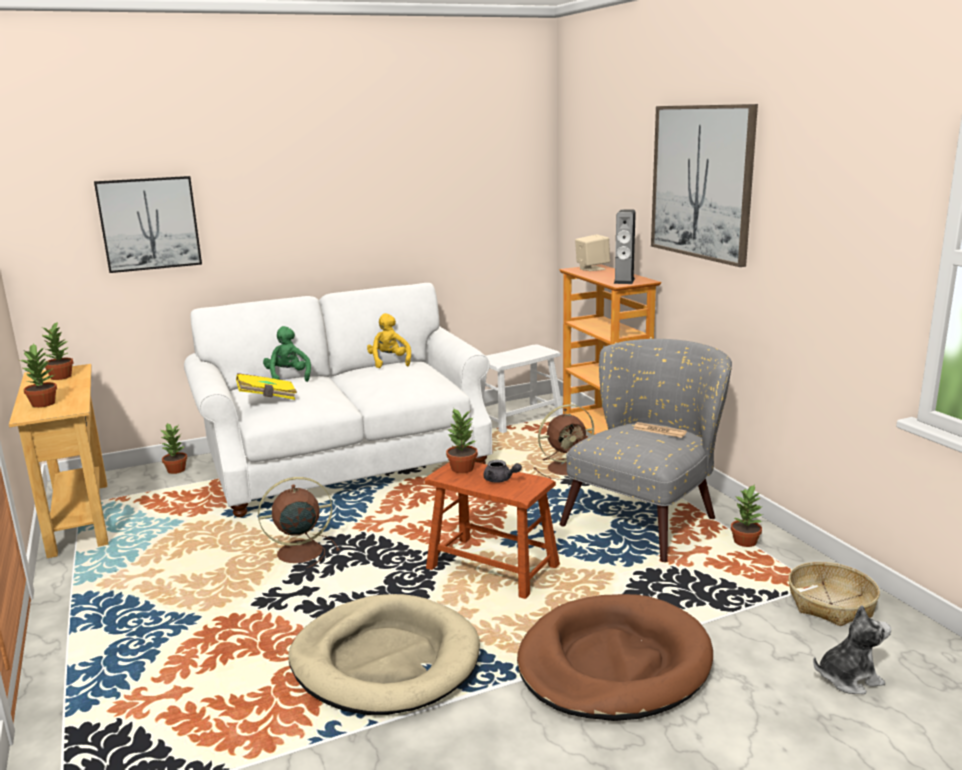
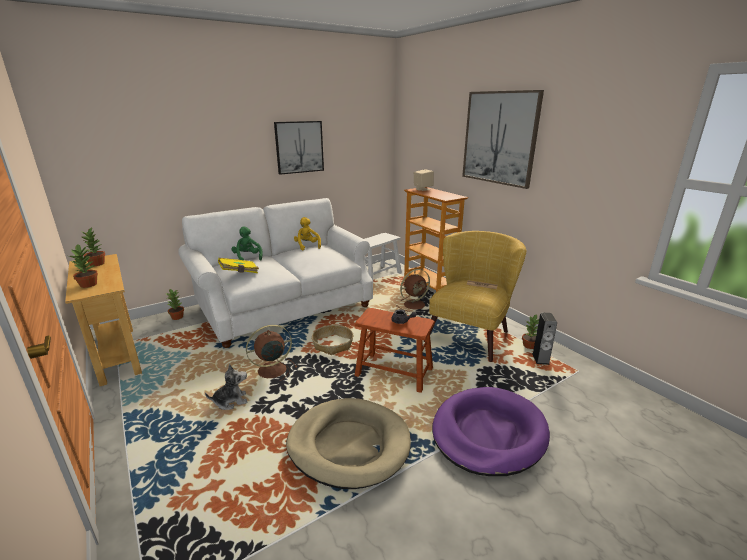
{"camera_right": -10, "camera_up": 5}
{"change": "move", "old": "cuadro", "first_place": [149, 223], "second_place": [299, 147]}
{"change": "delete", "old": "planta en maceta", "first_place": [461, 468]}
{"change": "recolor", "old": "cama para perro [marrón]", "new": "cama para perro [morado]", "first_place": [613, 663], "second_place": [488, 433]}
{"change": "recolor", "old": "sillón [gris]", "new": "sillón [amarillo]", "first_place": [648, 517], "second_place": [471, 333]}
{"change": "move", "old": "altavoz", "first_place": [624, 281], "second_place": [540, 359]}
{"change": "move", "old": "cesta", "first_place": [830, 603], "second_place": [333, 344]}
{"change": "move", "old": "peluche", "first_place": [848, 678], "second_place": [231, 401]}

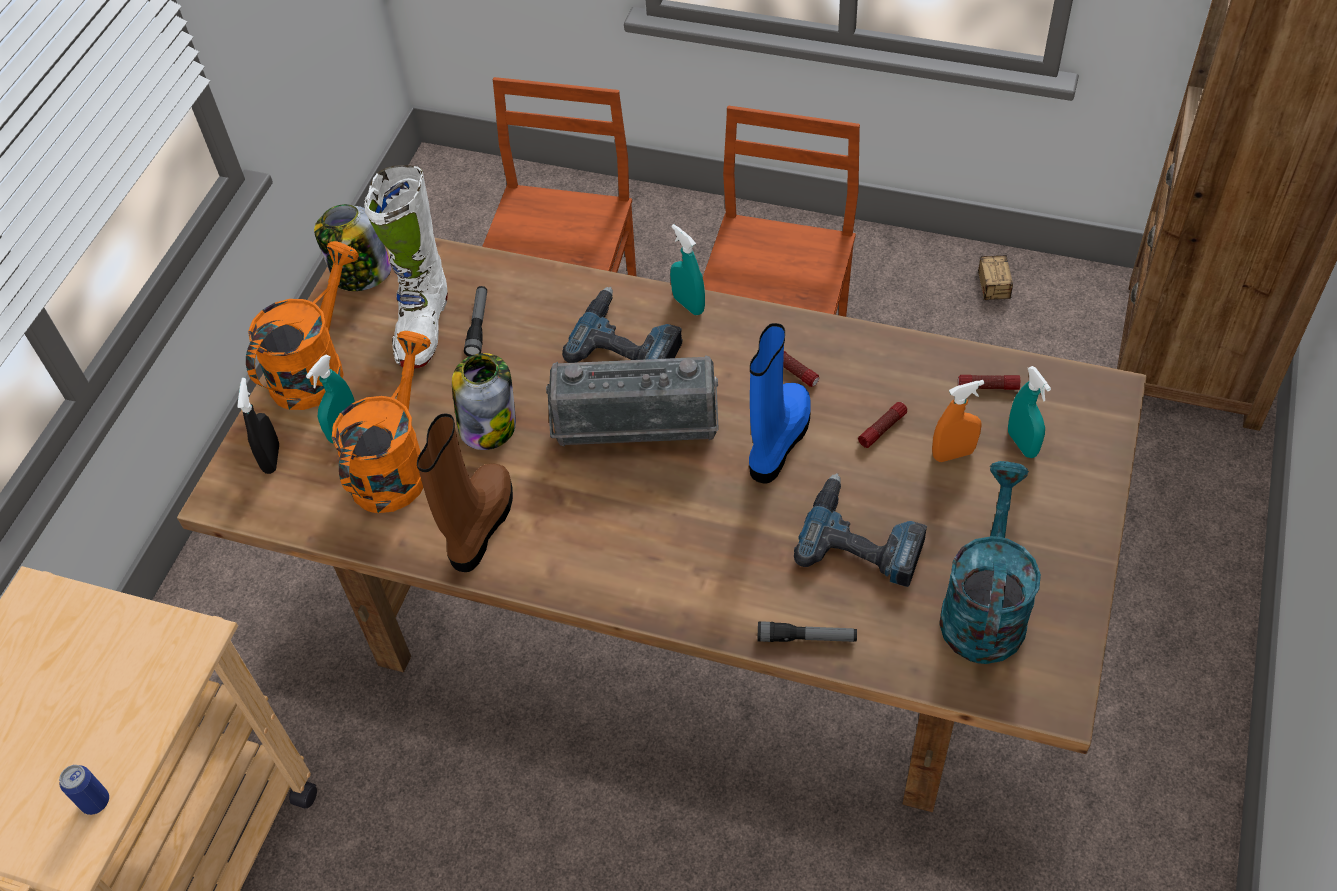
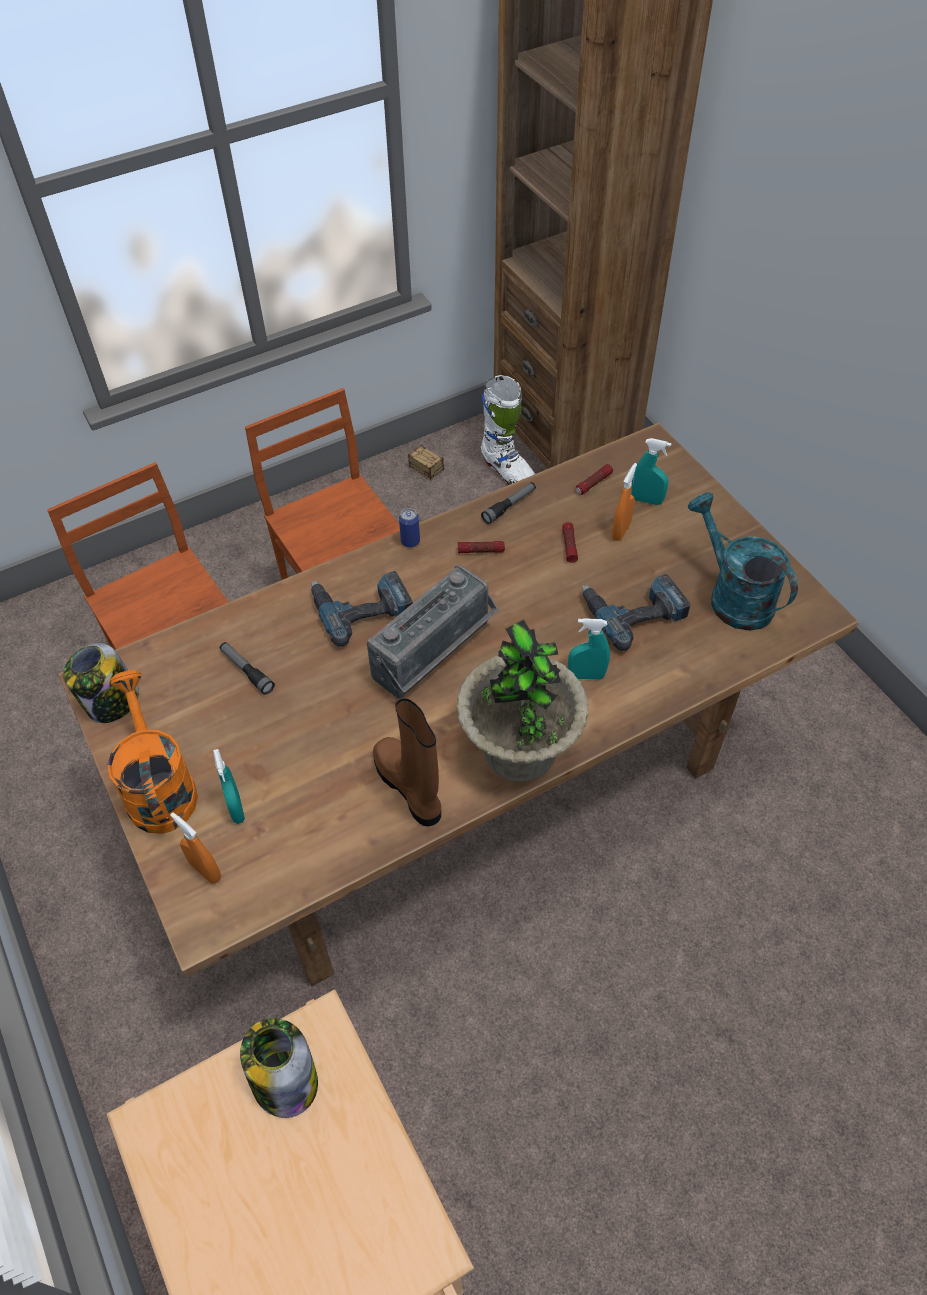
{"camera_right": -50, "camera_up": 0}
{"change": "move", "old": "lata", "first_place": [95, 802], "second_place": [410, 541]}
{"change": "recolor", "old": "pulverizador [negro]", "new": "pulverizador [naranja]", "first_place": [271, 458], "second_place": [205, 870]}
{"change": "delete", "old": "regadera [naranja]", "first_place": [395, 464]}
{"change": "move", "old": "bota [blanco]", "first_place": [423, 326], "second_place": [508, 472]}
{"change": "move", "old": "tarro", "first_place": [488, 425], "second_place": [284, 1080]}
{"change": "move", "old": "pulverizador [turquesa]", "first_place": [688, 305], "second_place": [586, 675]}
{"change": "delete", "old": "bota [azul]", "first_place": [777, 441]}
{"change": "move", "old": "linterna", "first_place": [806, 638], "second_place": [509, 506]}
{"change": "insert", "new": "planta en maceta", "second_place": [519, 750]}

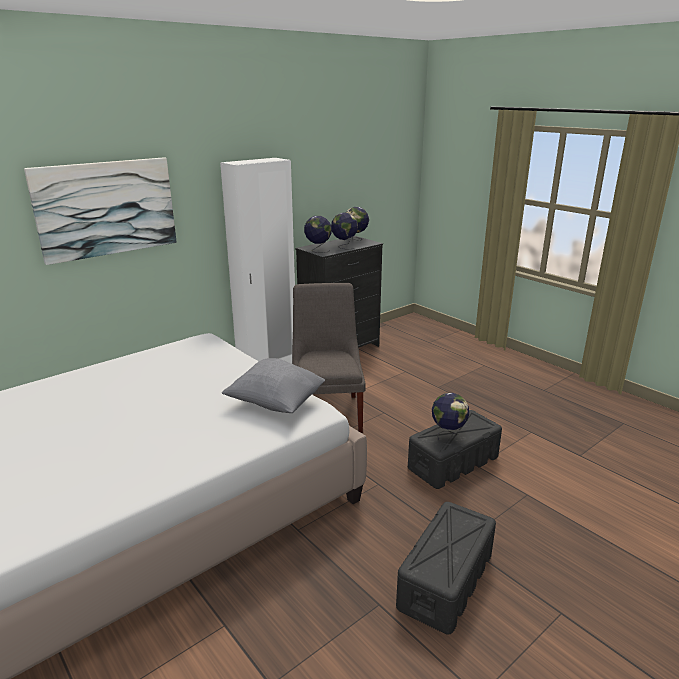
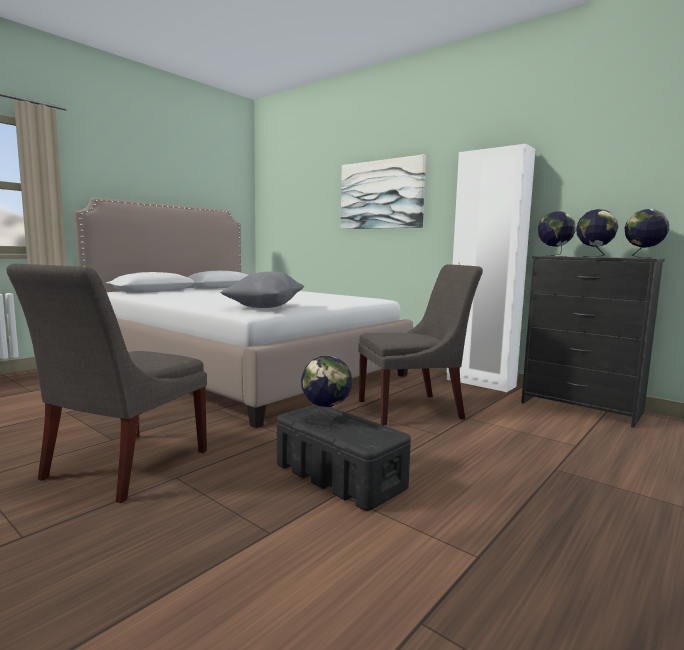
{"camera_right": 80, "camera_up": -15}
{"change": "replace", "old": "caja de almacenaje [negro]", "new": "silla [gris]", "first_place": [445, 581], "second_place": [121, 467]}

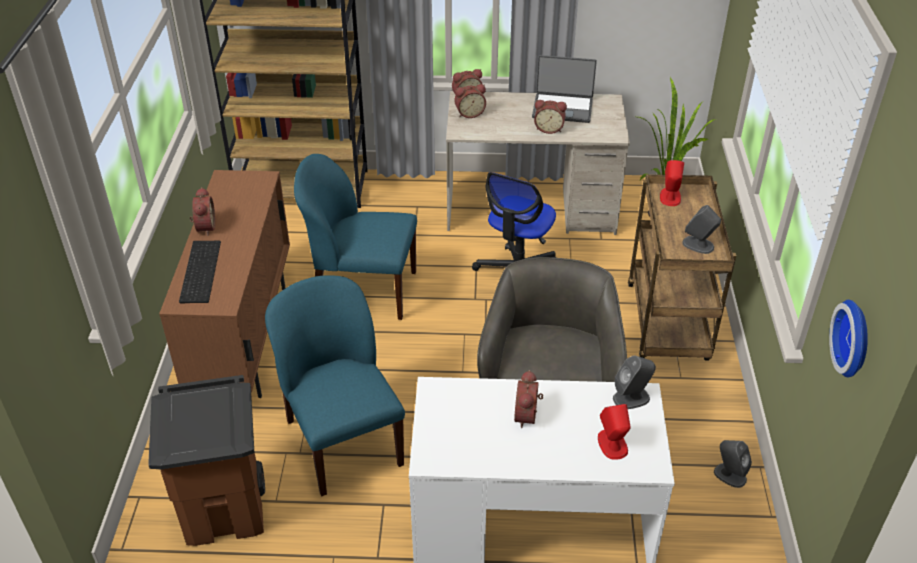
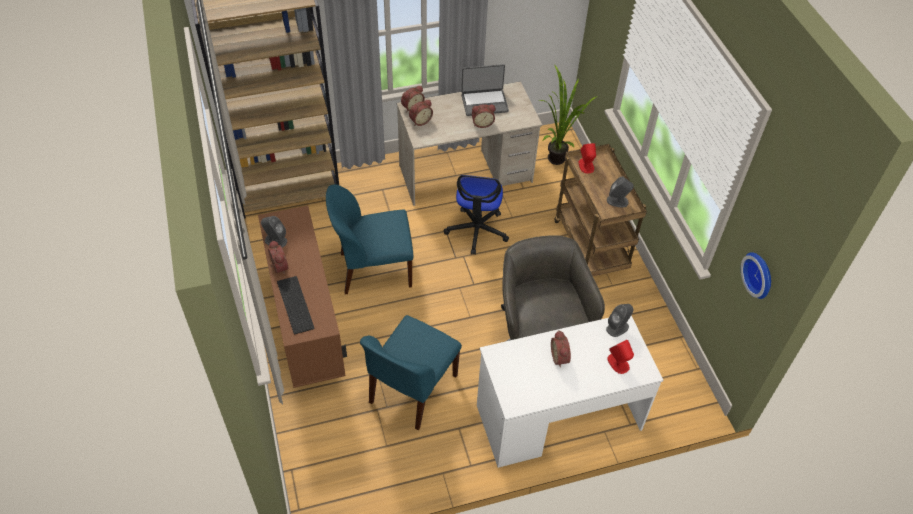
{"camera_right": -20, "camera_up": 10}
{"change": "delete", "old": "papelera [marrón]", "first_place": [226, 510]}
{"change": "rotate", "old": "silla [azul]", "first_place": [342, 441], "second_place": [412, 390], "degrees": -105}
{"change": "move", "old": "altavoz [gris]", "first_place": [729, 475], "second_place": [275, 240]}

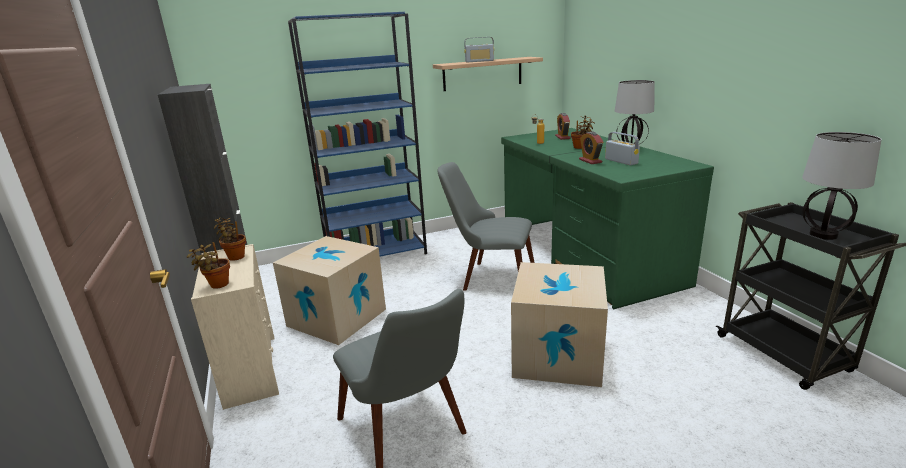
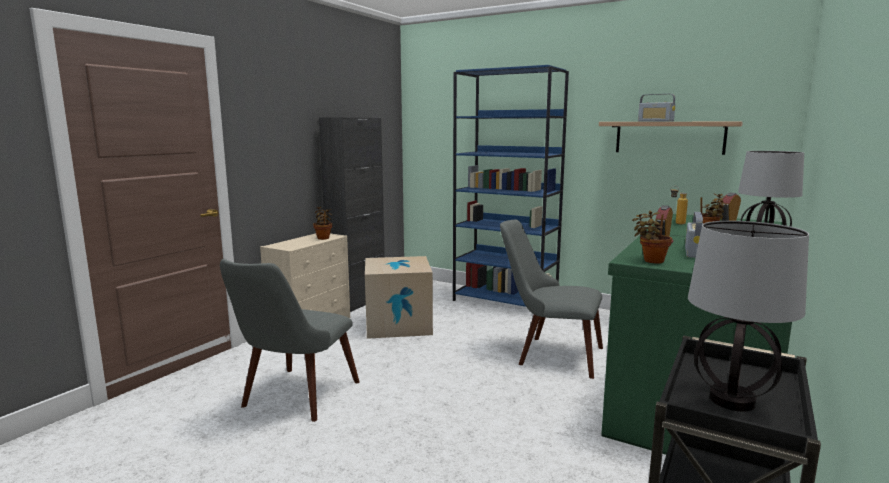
{"camera_right": 50, "camera_up": -10}
{"change": "move", "old": "planta en maceta", "first_place": [217, 285], "second_place": [651, 261]}
{"change": "rotate", "old": "silla [gris]", "first_place": [489, 277], "second_place": [549, 354], "degrees": -45}
{"change": "delete", "old": "caja de cartón", "first_place": [557, 355]}

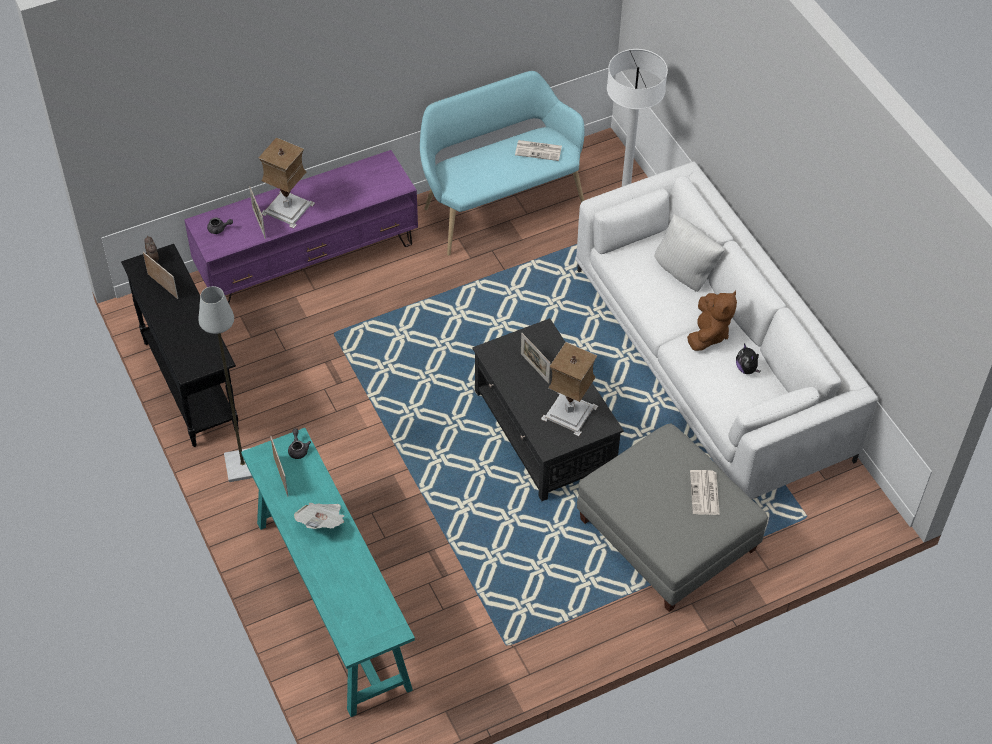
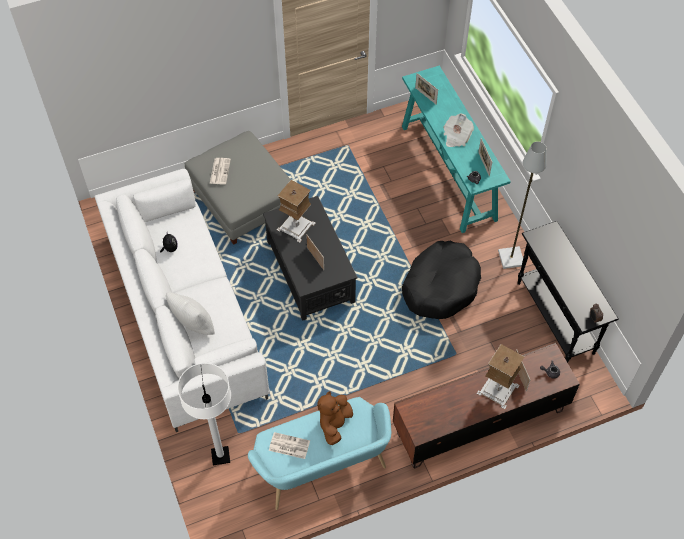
{"camera_right": -175, "camera_up": 5}
{"change": "move", "old": "portarretratos", "first_place": [162, 286], "second_place": [425, 96]}
{"change": "recolor", "old": "mueble de televisión [morado]", "new": "mueble de televisión [marrón]", "first_place": [308, 260], "second_place": [479, 421]}
{"change": "move", "old": "peluche [marrón]", "first_place": [708, 334], "second_place": [334, 424]}
{"change": "insert", "new": "cama para perro [negro]", "second_place": [440, 286]}

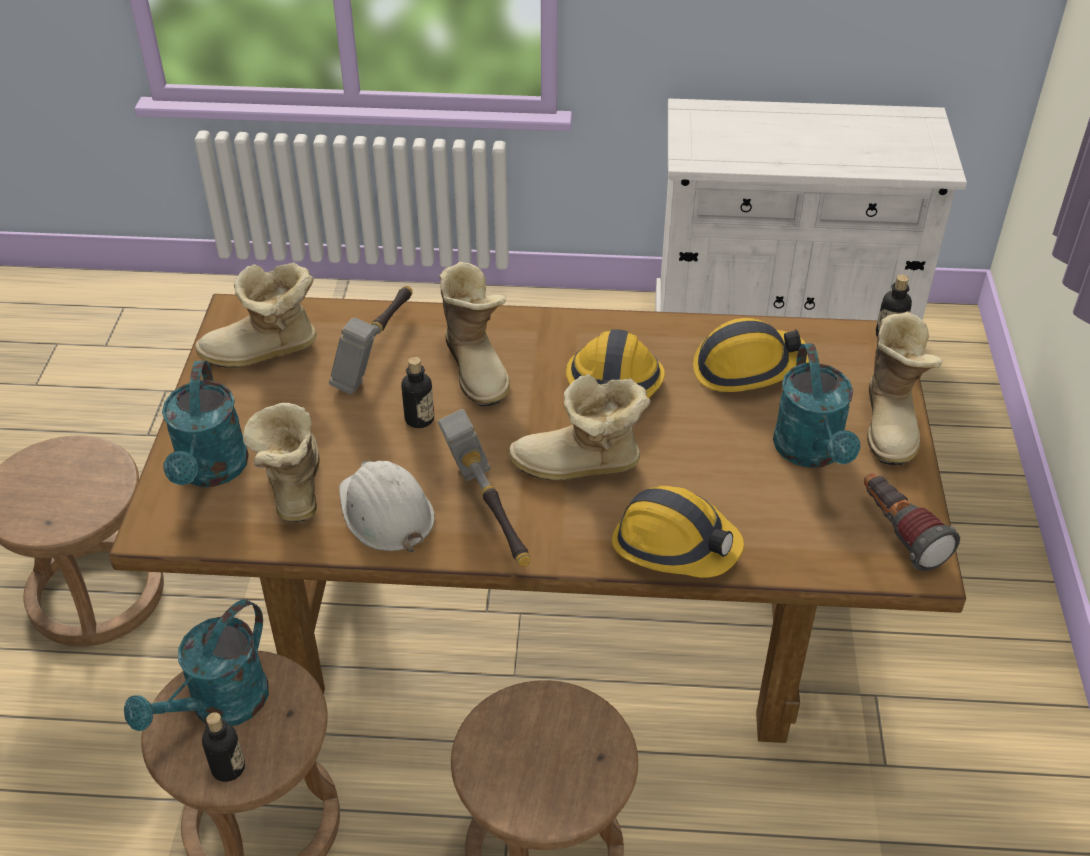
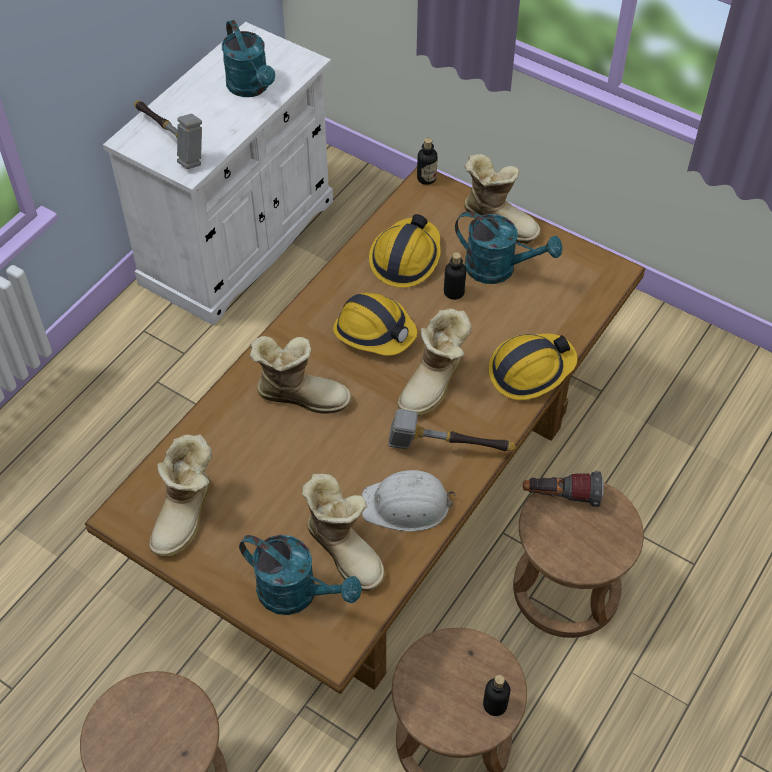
{"camera_right": -60, "camera_up": 10}
{"change": "move", "old": "regadera [turquesa]", "first_place": [219, 707], "second_place": [251, 88]}
{"change": "rotate", "old": "bota", "first_place": [292, 486], "second_place": [345, 549], "degrees": -150}
{"change": "move", "old": "martillo", "first_place": [377, 352], "second_place": [170, 142]}
{"change": "move", "old": "botella", "first_place": [419, 419], "second_place": [454, 292]}
{"change": "move", "old": "linterna", "first_place": [899, 534], "second_place": [561, 496]}

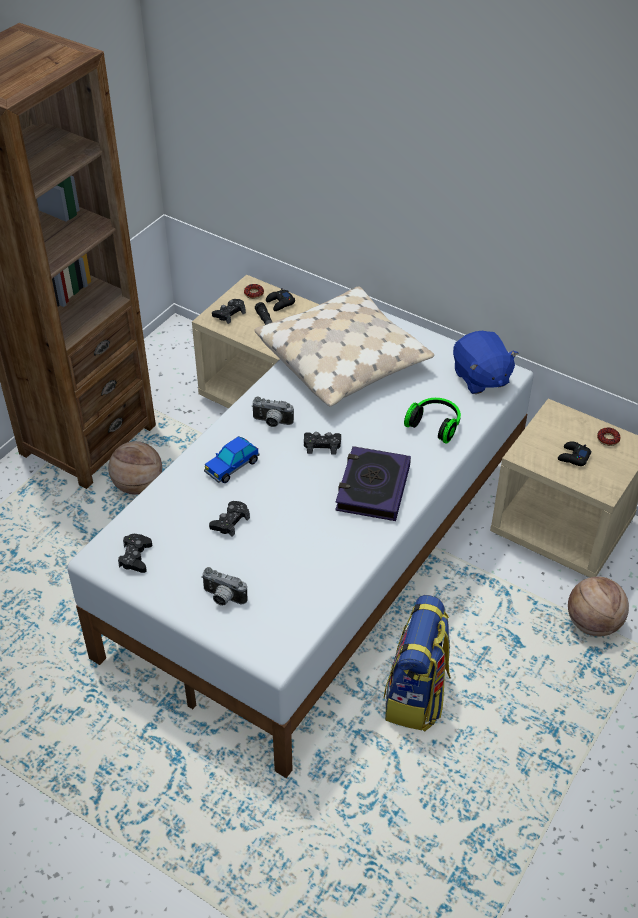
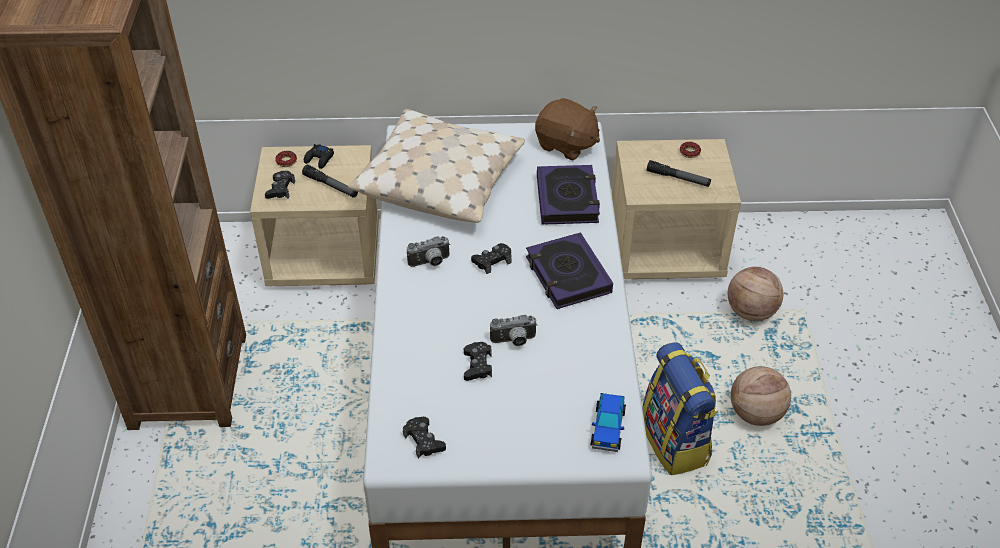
{"camera_right": -35, "camera_up": 0}
{"change": "move", "old": "balón de baloncesto", "first_place": [138, 486], "second_place": [756, 414]}
{"change": "move", "old": "cámara", "first_place": [222, 598], "second_place": [514, 341]}
{"change": "move", "old": "coche de juguete", "first_place": [232, 466], "second_place": [608, 428]}
{"change": "replace", "old": "auriculares", "new": "libro", "first_place": [435, 425], "second_place": [567, 199]}
{"change": "recolor", "old": "peluche [azul]", "new": "peluche [marrón]", "first_place": [480, 378], "second_place": [566, 145]}
{"change": "replace", "old": "mando de consola [negro]", "new": "linterna", "first_place": [573, 457], "second_place": [678, 178]}

